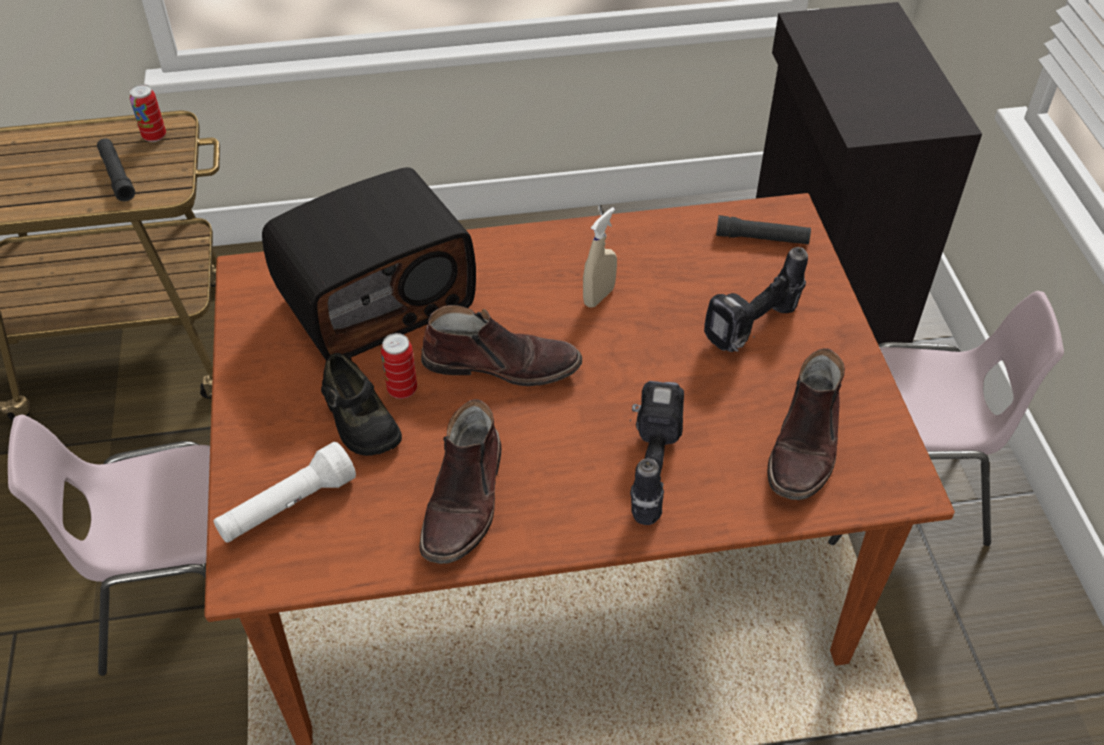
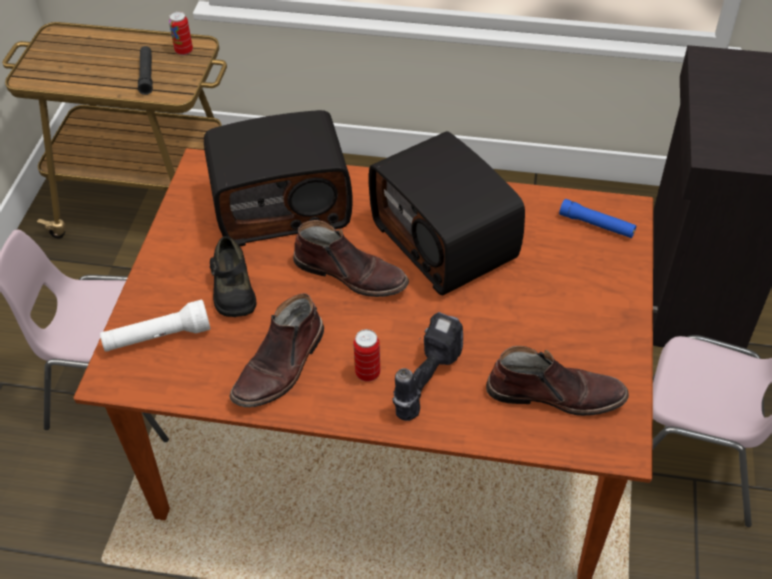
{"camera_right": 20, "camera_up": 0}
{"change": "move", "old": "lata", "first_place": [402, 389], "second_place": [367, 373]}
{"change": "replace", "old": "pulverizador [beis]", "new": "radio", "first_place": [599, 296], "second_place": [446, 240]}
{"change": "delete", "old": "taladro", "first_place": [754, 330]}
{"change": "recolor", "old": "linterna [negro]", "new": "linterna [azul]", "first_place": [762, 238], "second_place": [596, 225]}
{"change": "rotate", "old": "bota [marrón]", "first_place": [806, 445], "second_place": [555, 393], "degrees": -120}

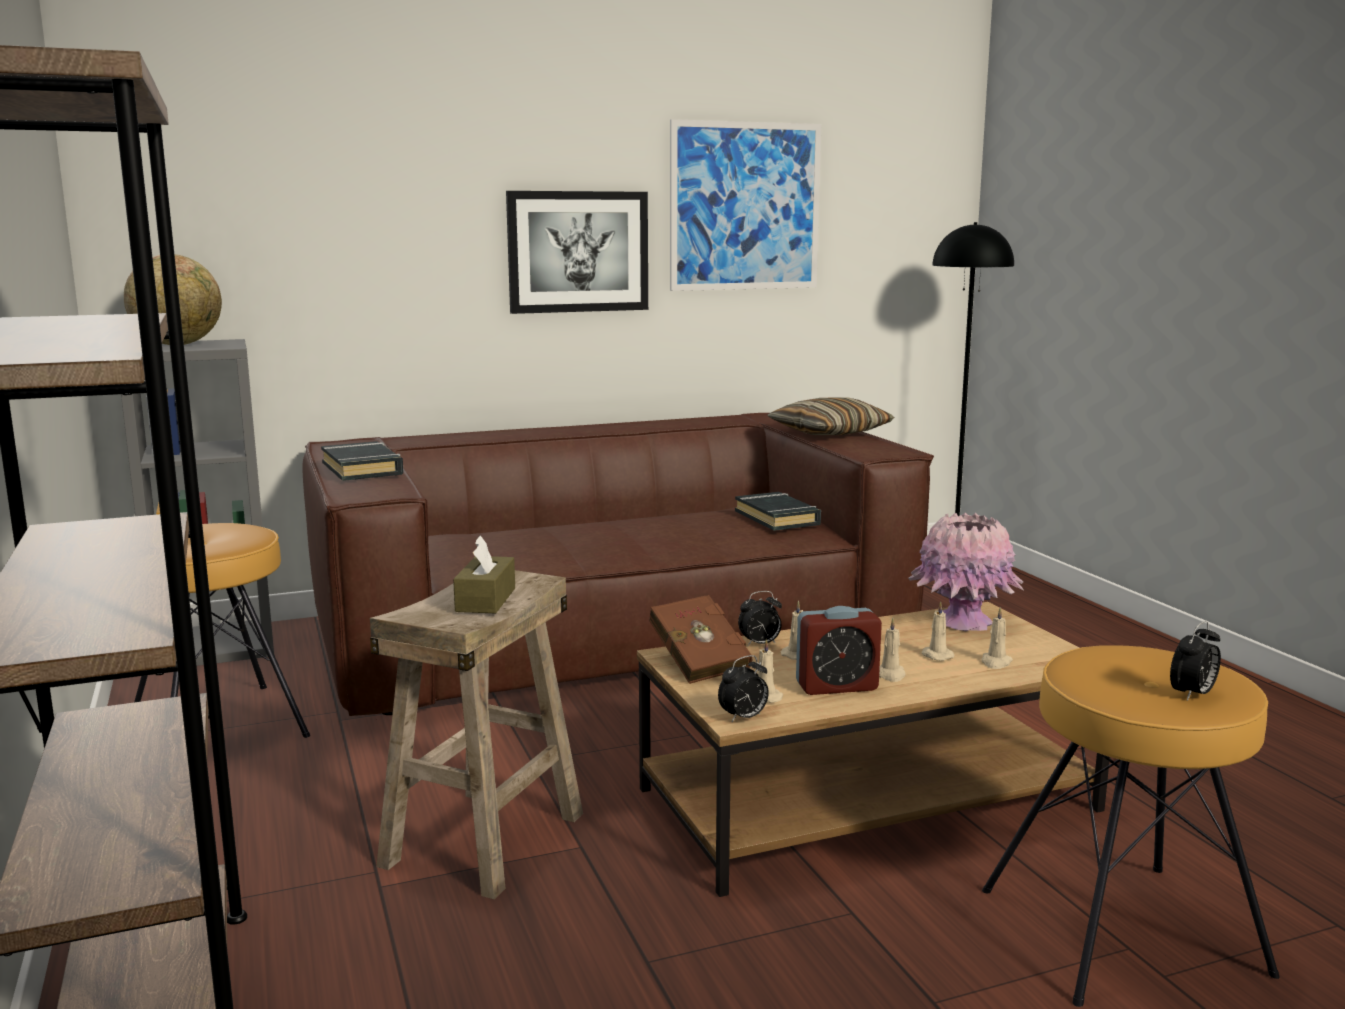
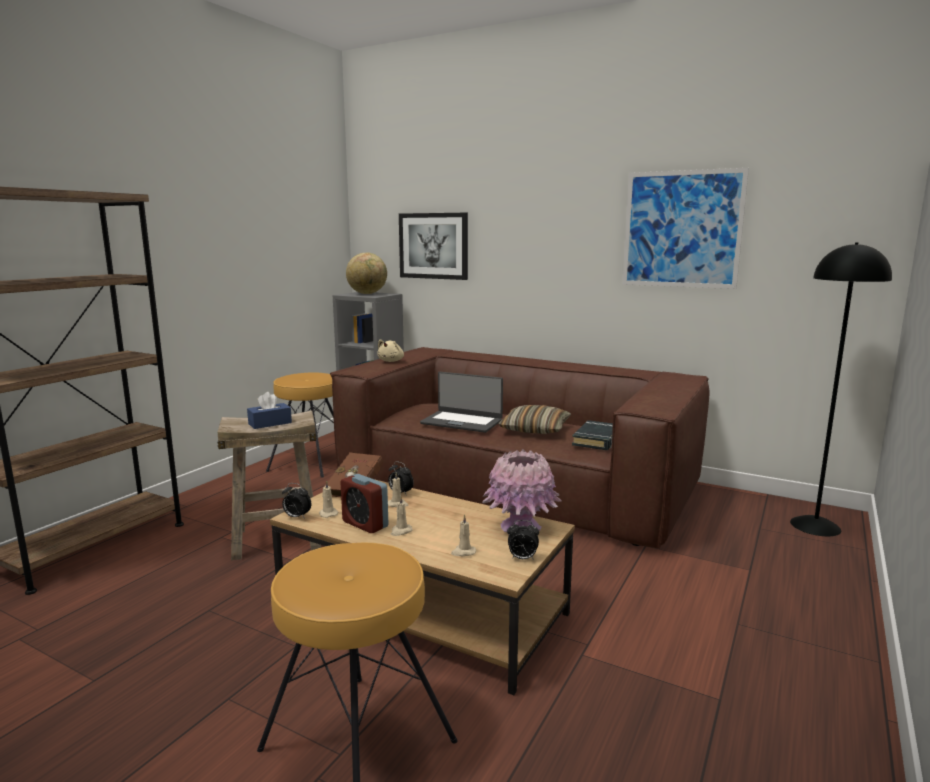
{"camera_right": 50, "camera_up": 0}
{"change": "replace", "old": "libro [negro]", "new": "peluche [beis]", "first_place": [362, 469], "second_place": [391, 361]}
{"change": "recolor", "old": "caja de pañuelos [marrón]", "new": "caja de pañuelos [azul]", "first_place": [486, 600], "second_place": [270, 423]}
{"change": "move", "old": "cuadro", "first_place": [578, 251], "second_place": [433, 246]}
{"change": "move", "old": "cojín", "first_place": [829, 432], "second_place": [535, 429]}
{"change": "delete", "old": "vela [beis]", "first_place": [936, 655]}
{"change": "move", "old": "despertador", "first_place": [1192, 695], "second_place": [522, 558]}
{"change": "insert", "new": "portátil", "second_place": [462, 422]}

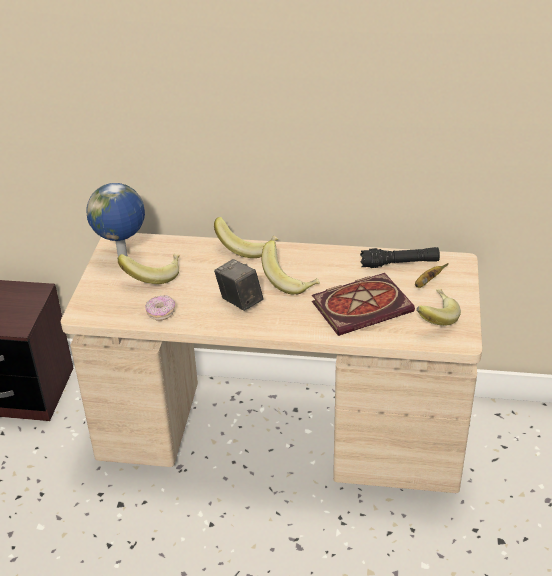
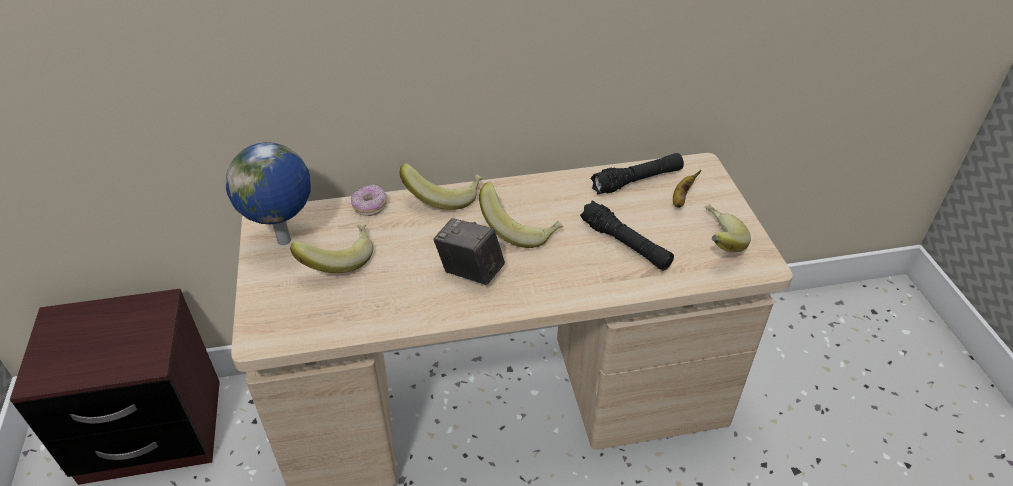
{"camera_right": -20, "camera_up": 5}
{"change": "move", "old": "rosquilla", "first_place": [161, 313], "second_place": [370, 206]}
{"change": "replace", "old": "libro", "new": "linterna [negro]", "first_place": [363, 306], "second_place": [625, 244]}

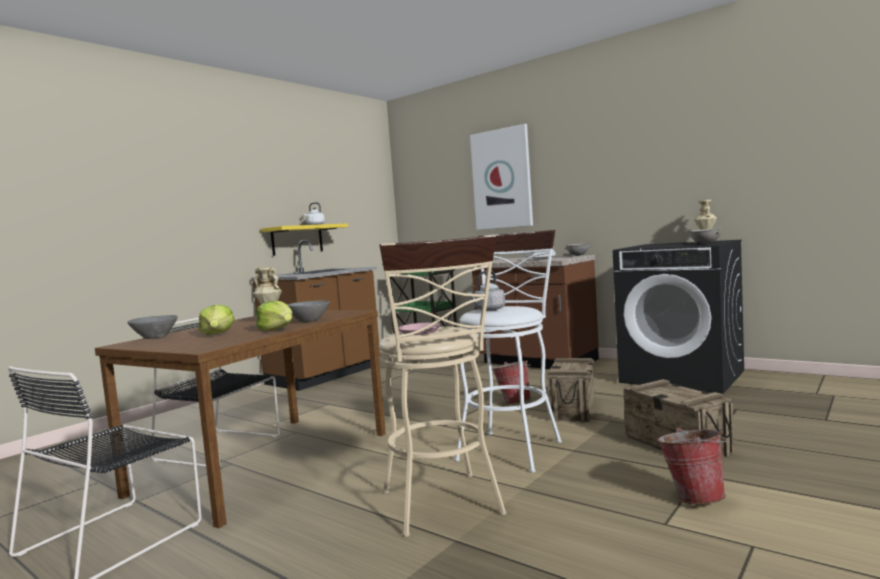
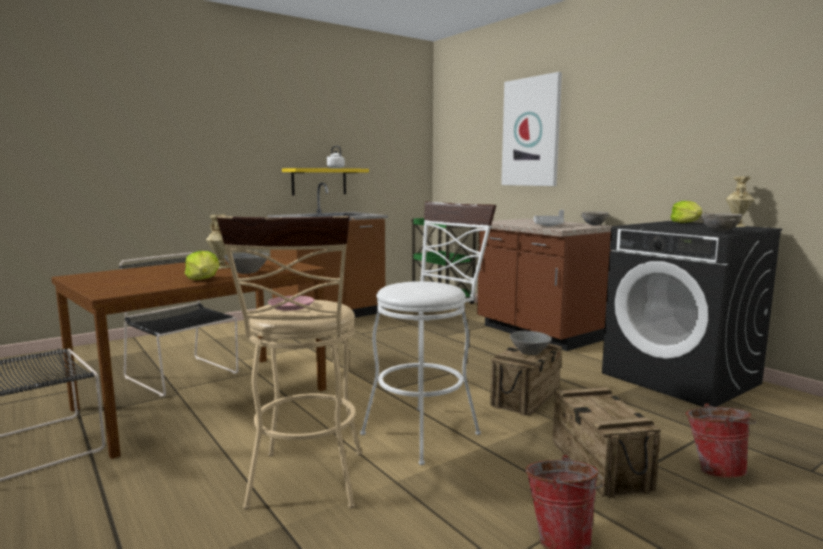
{"camera_right": 15, "camera_up": 5}
{"change": "move", "old": "cuenco [gris]", "first_place": [155, 337], "second_place": [530, 353]}
{"change": "move", "old": "lechuga", "first_place": [217, 334], "second_place": [686, 223]}
{"change": "delete", "old": "hervidor [gris]", "first_place": [488, 310]}
{"change": "move", "old": "cubo", "first_place": [513, 402], "second_place": [715, 469]}

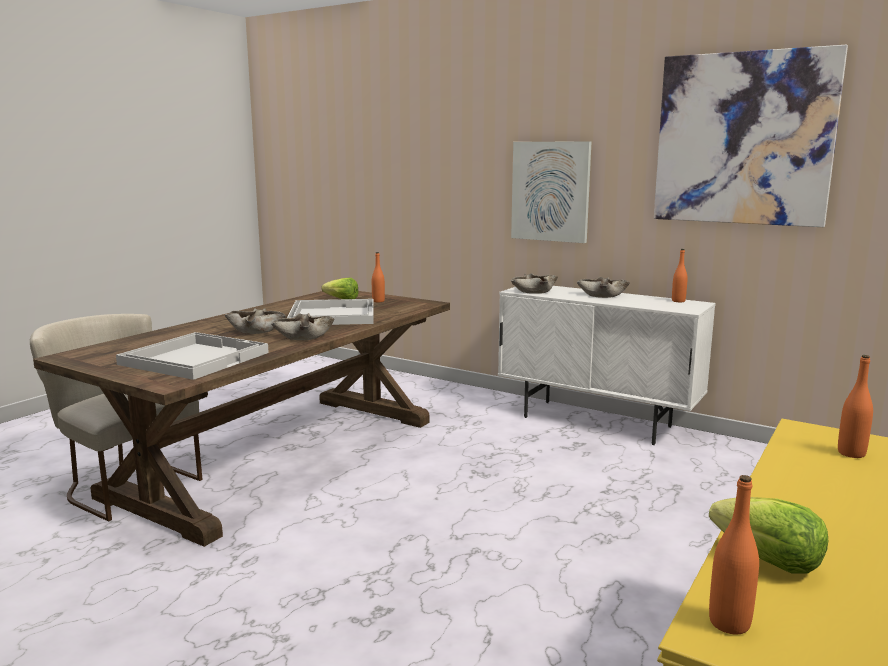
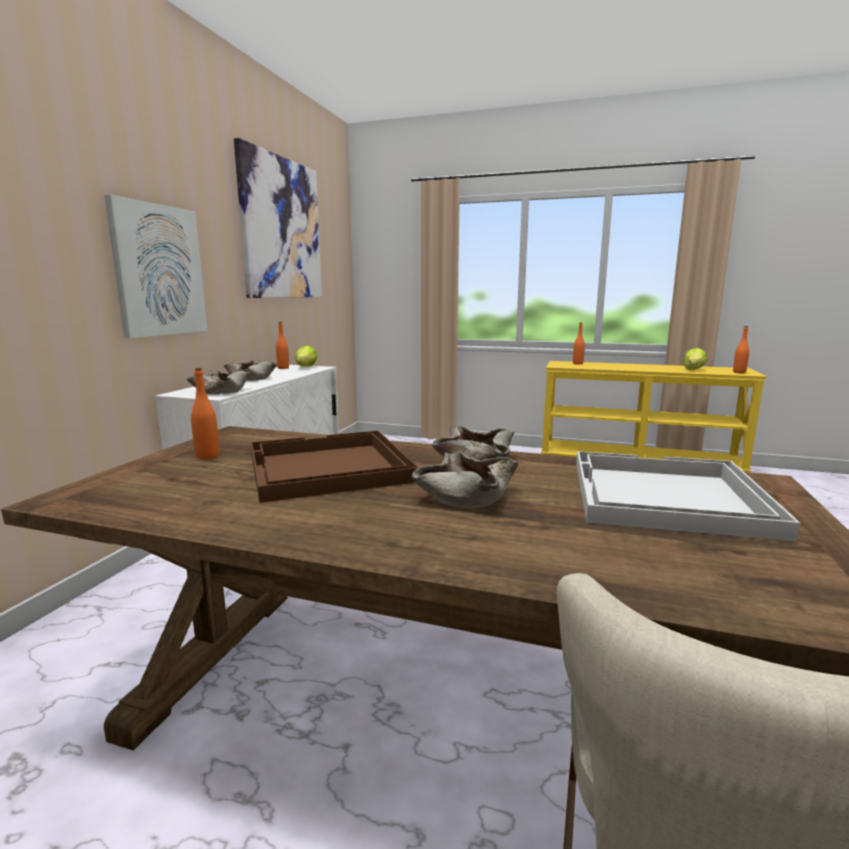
{"camera_right": -105, "camera_up": 0}
{"change": "recolor", "old": "bandeja [blanco]", "new": "bandeja [marrón]", "first_place": [332, 315], "second_place": [327, 467]}
{"change": "move", "old": "lechuga", "first_place": [339, 300], "second_place": [303, 368]}

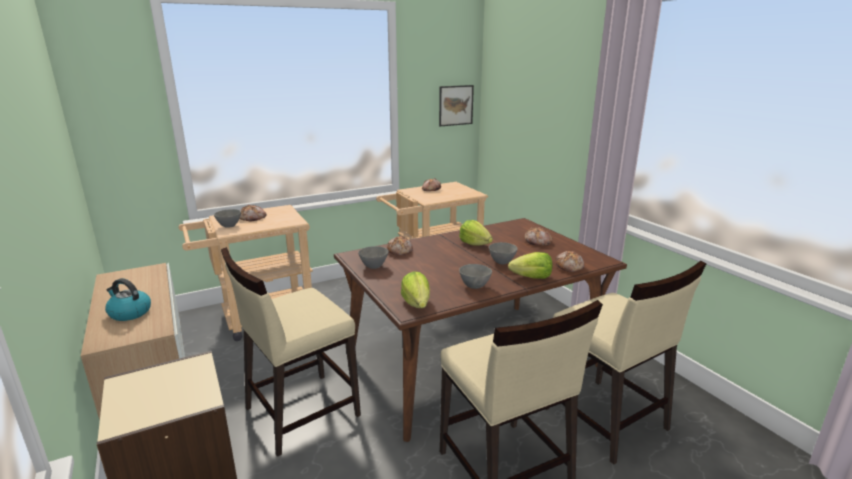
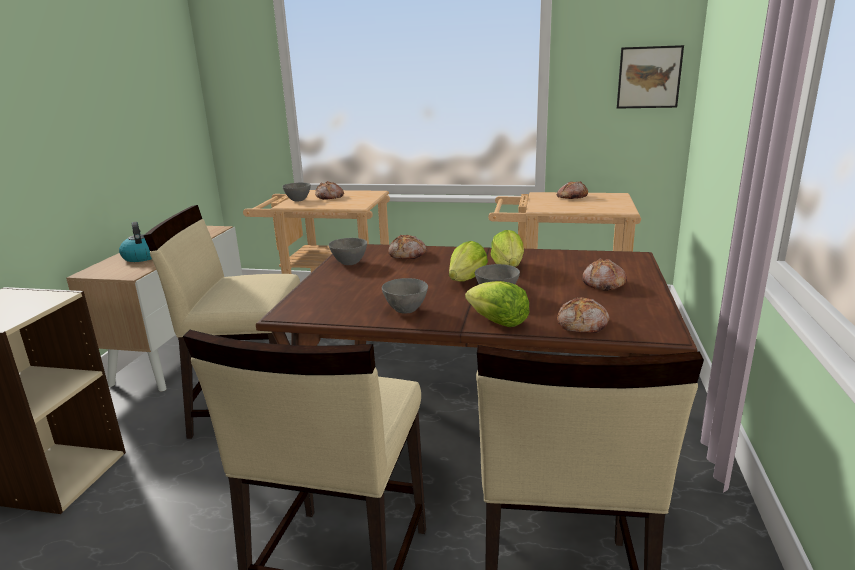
{"camera_right": 40, "camera_up": 0}
{"change": "move", "old": "lechuga", "first_place": [417, 304], "second_place": [466, 280]}

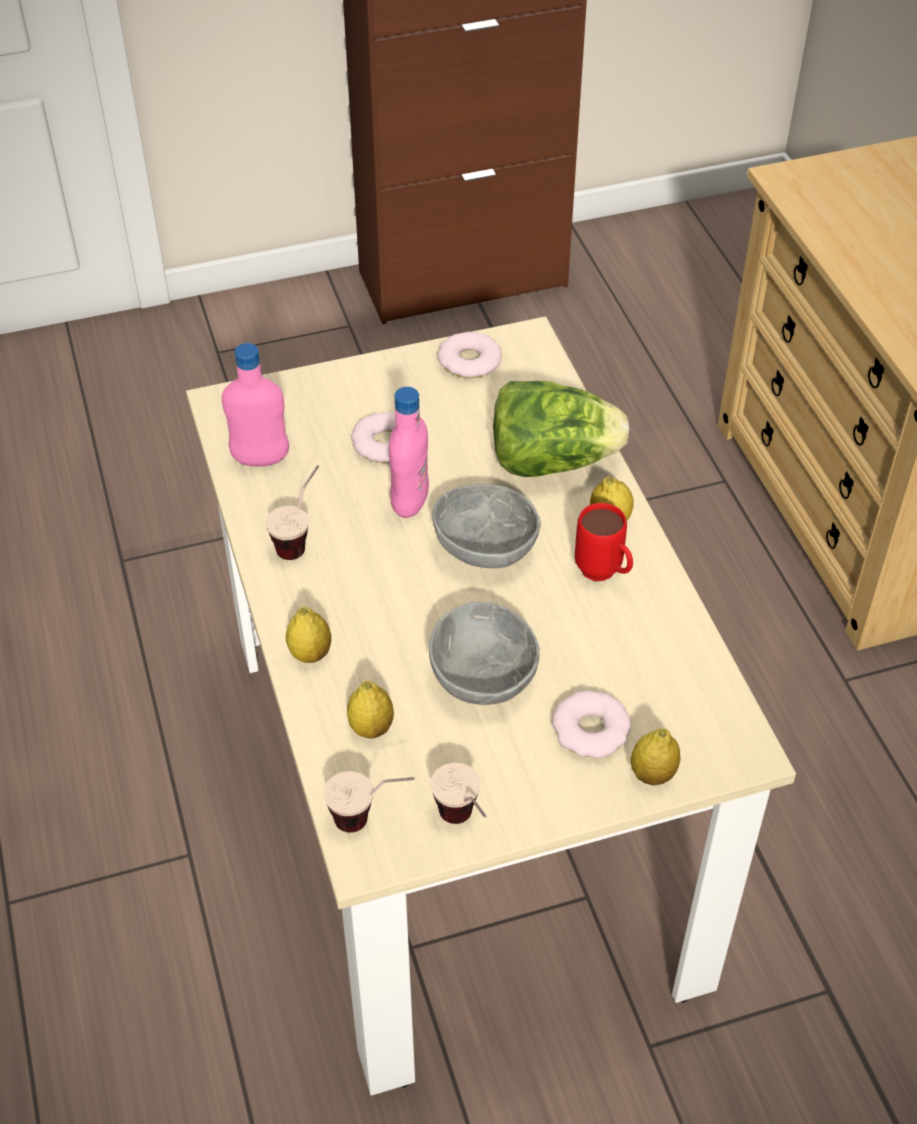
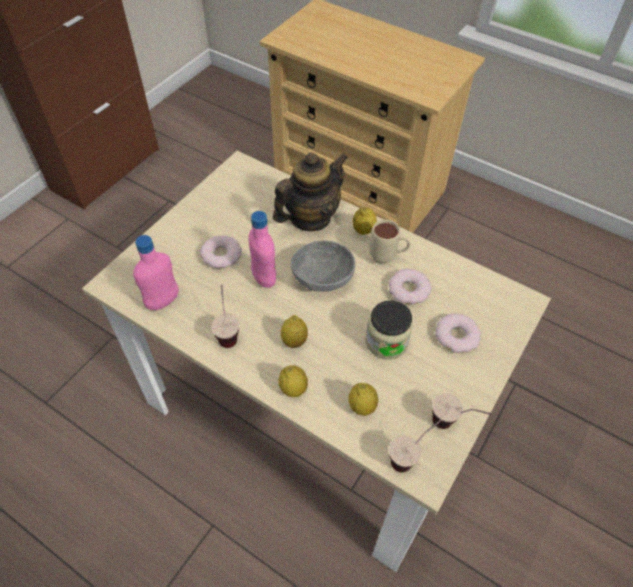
{"camera_right": -40, "camera_up": 5}
{"change": "replace", "old": "cuenco [gris]", "new": "tarro", "first_place": [485, 675], "second_place": [386, 342]}
{"change": "move", "old": "rosquilla", "first_place": [469, 361], "second_place": [408, 290]}
{"change": "replace", "old": "lechuga", "new": "tetera", "first_place": [552, 461], "second_place": [310, 217]}
{"change": "recolor", "old": "taza grande [rojo]", "new": "taza grande [beis]", "first_place": [604, 575], "second_place": [387, 258]}
{"change": "move", "old": "limón", "first_place": [653, 774], "second_place": [294, 341]}

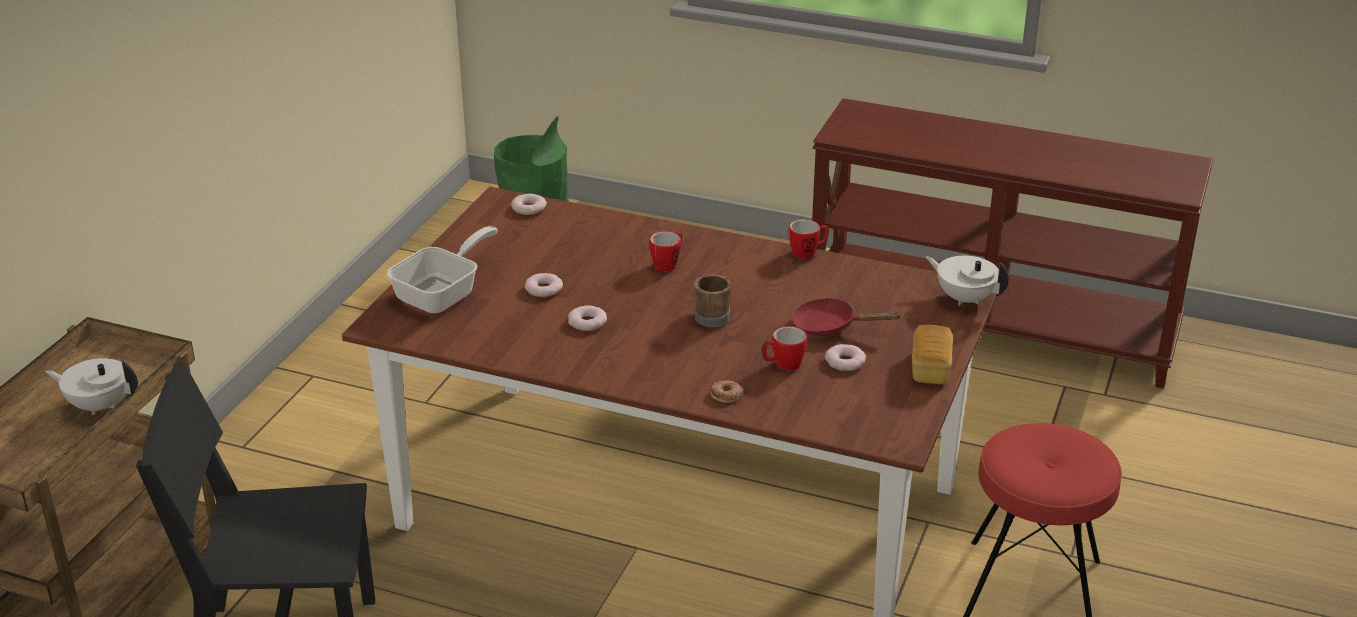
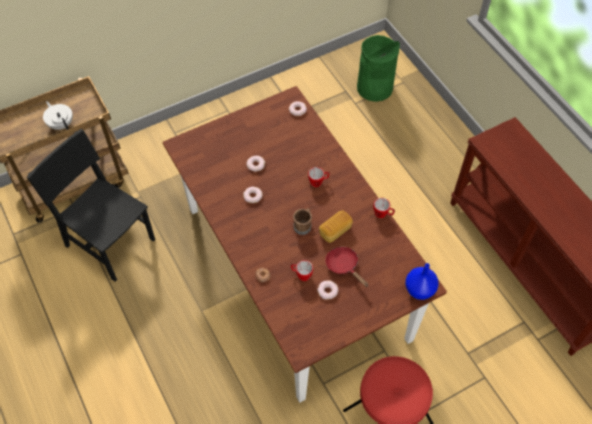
{"camera_right": 40, "camera_up": 25}
{"change": "delete", "old": "sartén", "first_place": [443, 293]}
{"change": "move", "old": "pan", "first_place": [930, 368], "second_place": [335, 231]}
{"change": "replace", "old": "tetera [blanco]", "new": "florero [azul]", "first_place": [964, 298], "second_place": [420, 289]}

